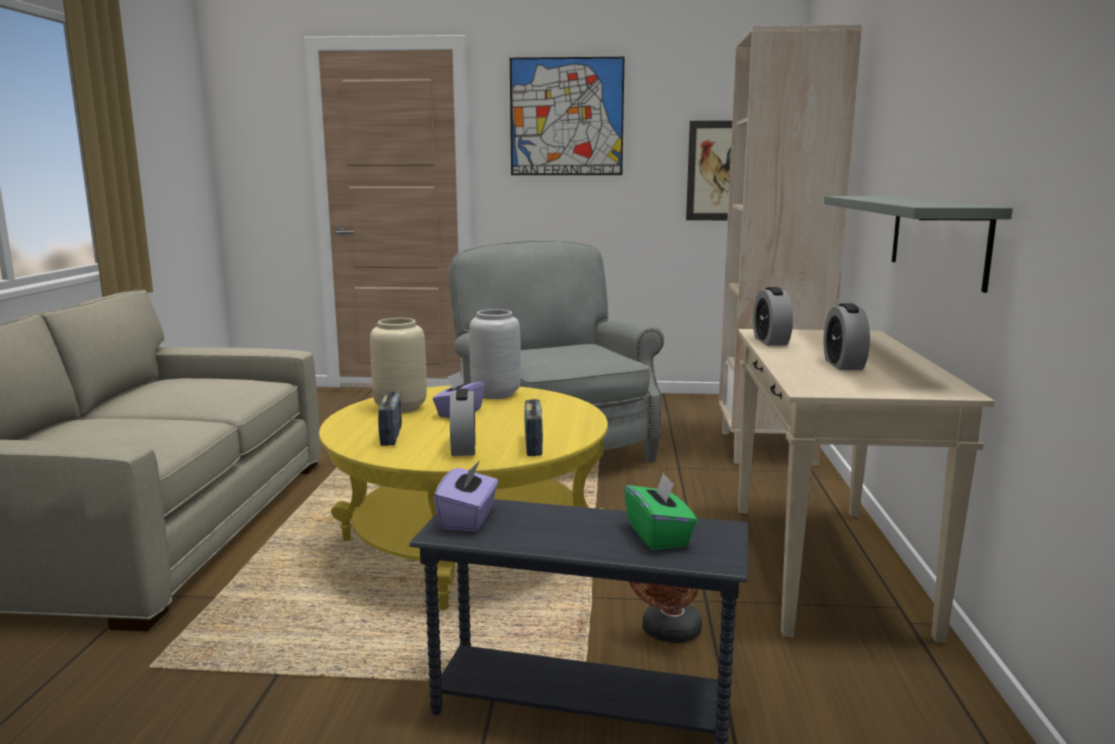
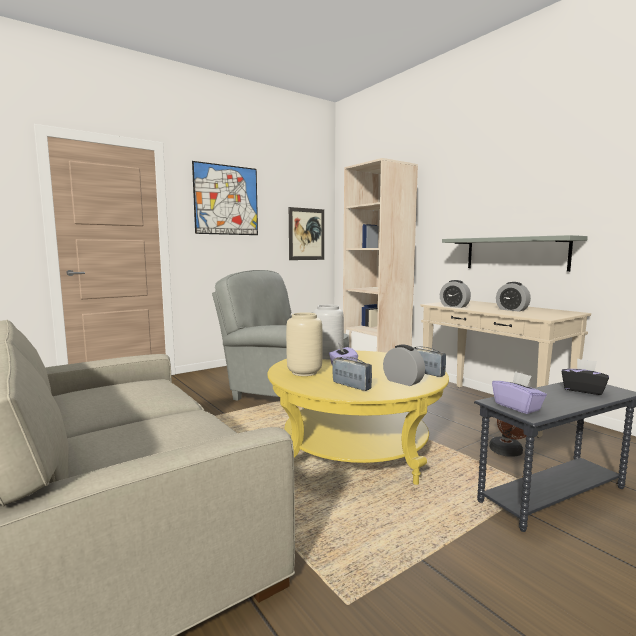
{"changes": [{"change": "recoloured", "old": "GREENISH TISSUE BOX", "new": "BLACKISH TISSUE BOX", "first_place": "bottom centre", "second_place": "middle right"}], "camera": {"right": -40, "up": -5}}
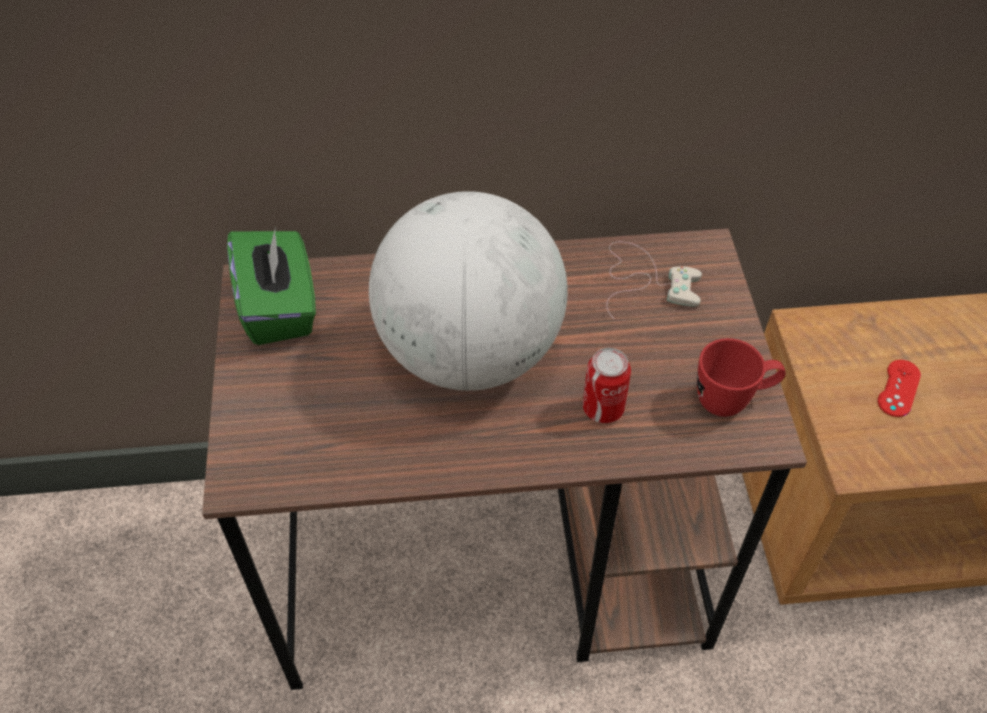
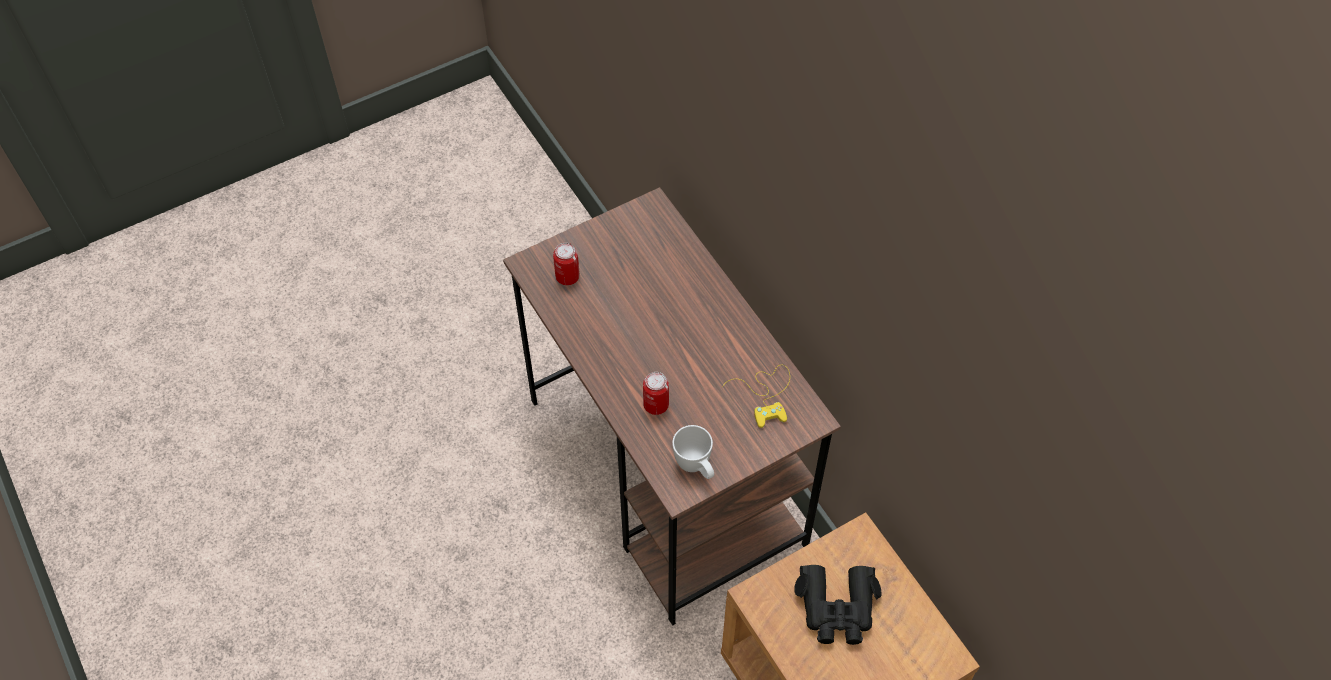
{"changes": [{"change": "removed", "old": "WORLD GLOBE", "first_place": "centre"}, {"change": "removed", "old": "GREENISH TISSUE BOX", "first_place": "middle left"}, {"change": "recoloured", "old": "WHITISH JOYPAD", "new": "YELLOWISH JOYPAD", "first_place": "centre", "second_place": "centre"}, {"change": "recoloured", "old": "RED MUG", "new": "WHITISH MUG", "first_place": "middle right", "second_place": "centre"}, {"change": "replaced", "old": "RED JOYPAD", "new": "BLACKISH FIELD GLASSES", "first_place": "middle right", "second_place": "bottom centre"}, {"change": "added", "new": "SEALED CAN (1st from left)", "second_place": "centre"}], "camera": {"right": 65, "up": 5}}
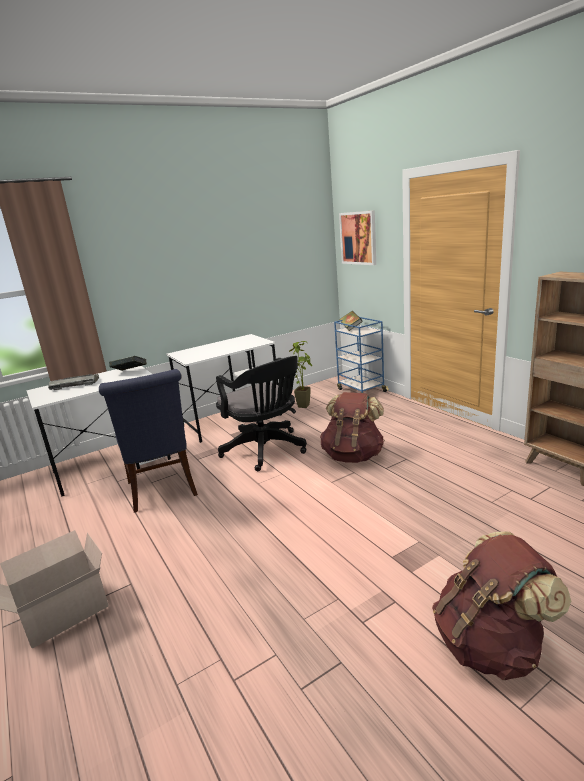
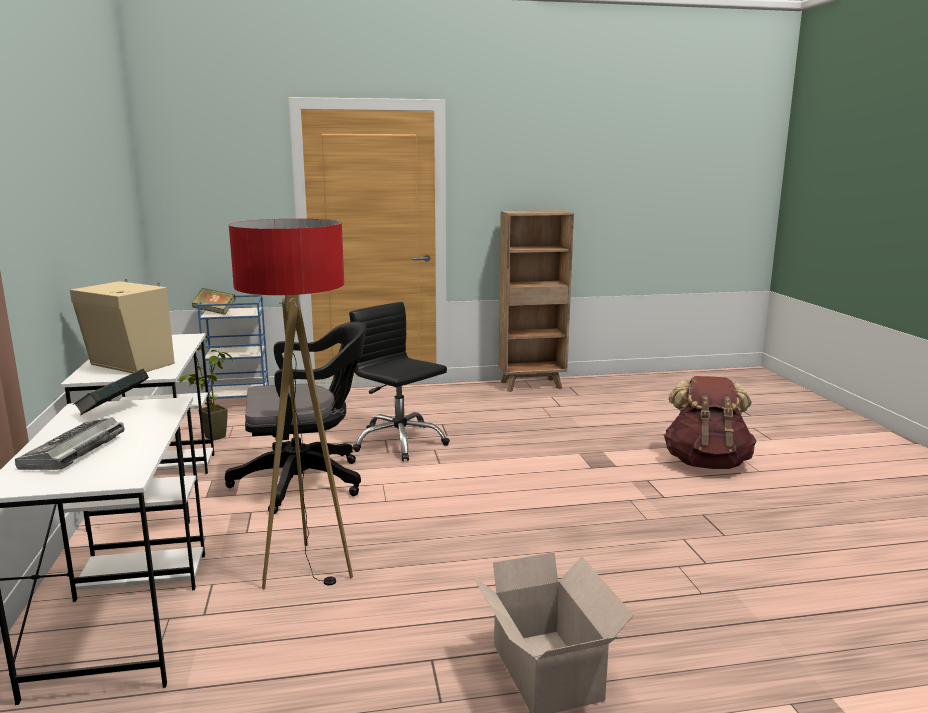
{"changes": [{"change": "removed", "old": "WALL PICTURE", "first_place": "top centre"}, {"change": "replaced", "old": "BLUE-COLOURED PLAIN CHAIR", "new": "STANDING LAMP", "first_place": "middle left", "second_place": "middle left"}, {"change": "replaced", "old": "BROWN BACKPACK (1st from left)", "new": "BLACKISH DESK CHAIR (2nd from left)", "first_place": "centre", "second_place": "centre"}, {"change": "added", "new": "BEIGE-COLOURED LOUDSPEAKER", "second_place": "middle left"}], "camera": {"right": -70, "up": -5}}
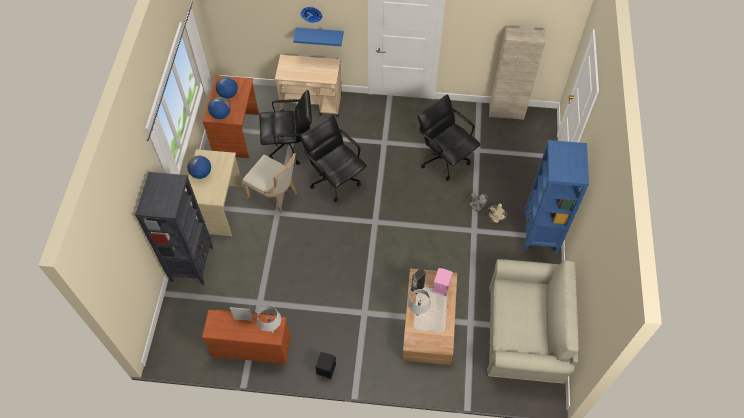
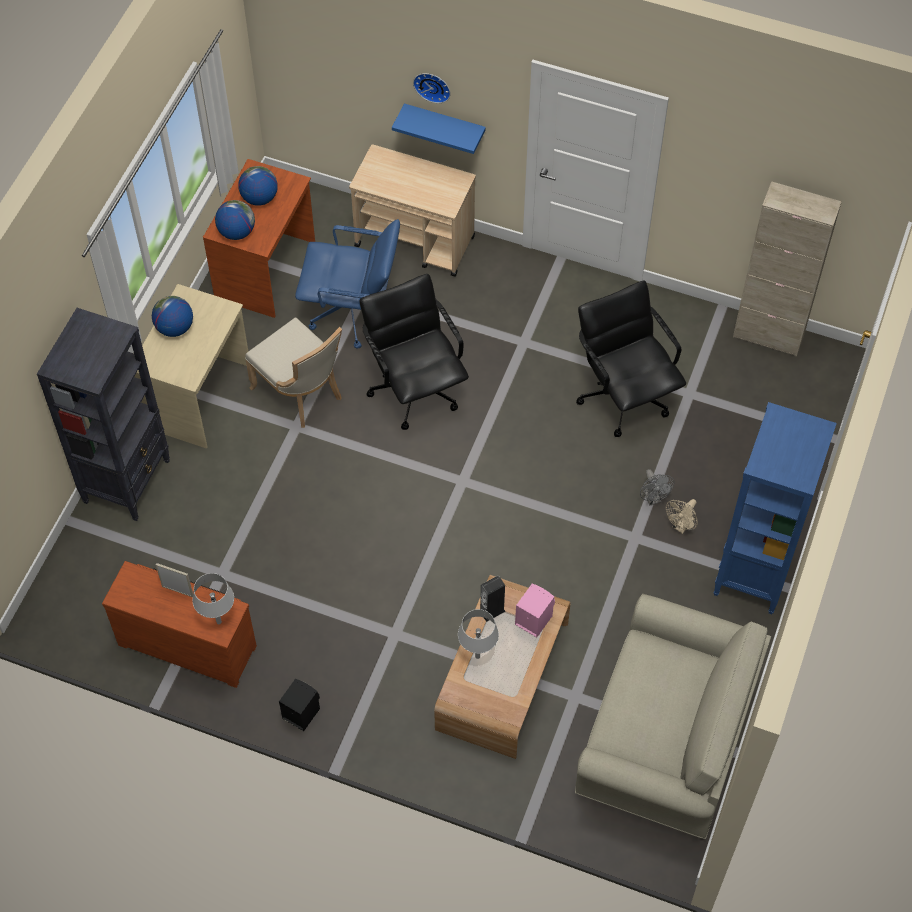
{"changes": [{"change": "recoloured", "old": "BLACKISH DESK CHAIR (1st from left)", "new": "BLUE-COLOURED DESK CHAIR", "first_place": "top centre", "second_place": "top centre"}], "camera": {"right": 15, "up": 0}}
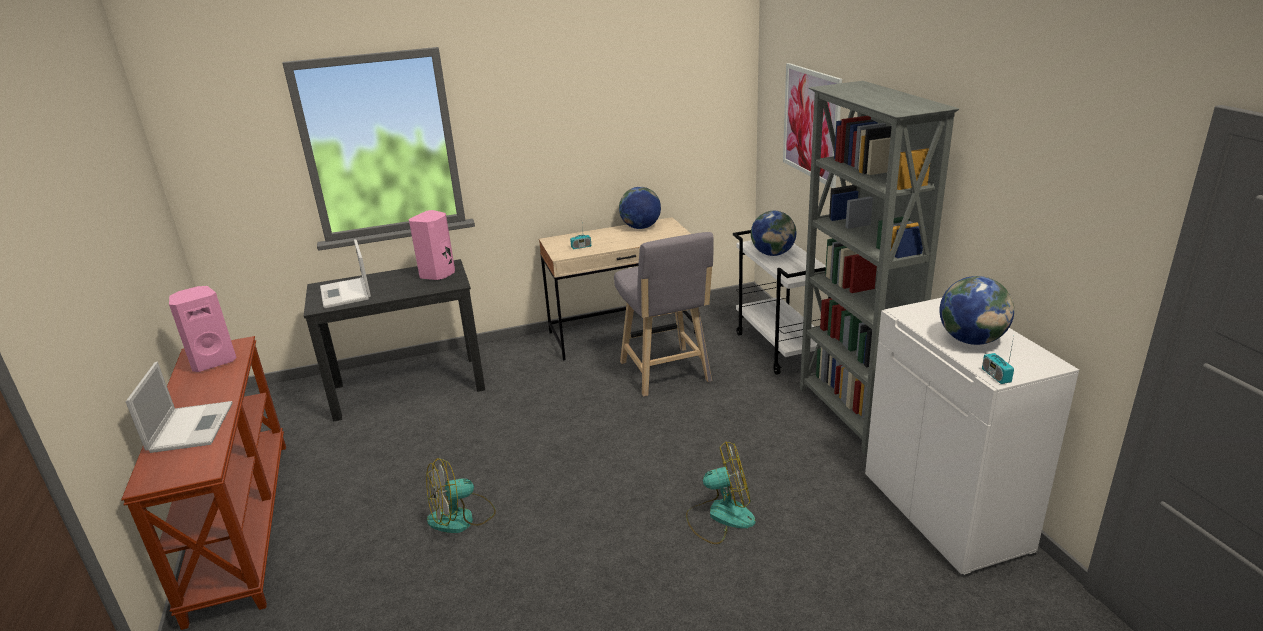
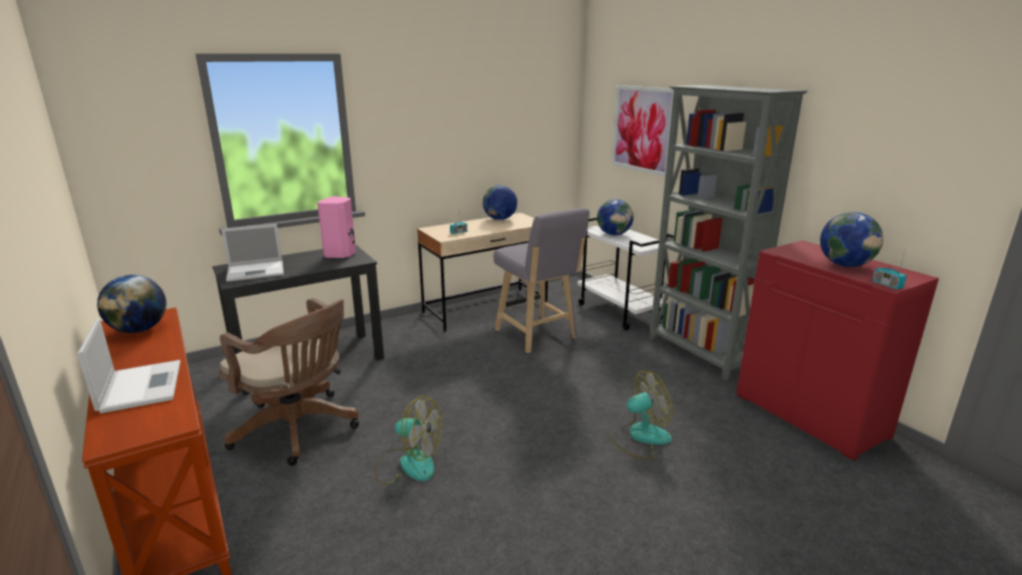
{"changes": [{"change": "turned", "old": "NOTEBOOK COMPUTER (2nd from left)", "first_place": "middle left", "second_place": "middle left", "degrees": -75}, {"change": "replaced", "old": "PINKISH LOUDSPEAKER (1st from left)", "new": "WORLD GLOBE (1st from left)", "first_place": "middle left", "second_place": "middle left"}, {"change": "recoloured", "old": "WHITISH STORAGE CABINET", "new": "RED STORAGE CABINET", "first_place": "bottom right", "second_place": "middle right"}, {"change": "turned", "old": "ELECTRIC FAN (1st from left)", "first_place": "bottom centre", "second_place": "bottom centre", "degrees": -120}, {"change": "added", "new": "BROWN DESK CHAIR", "second_place": "middle left"}], "camera": {"right": -15, "up": -5}}
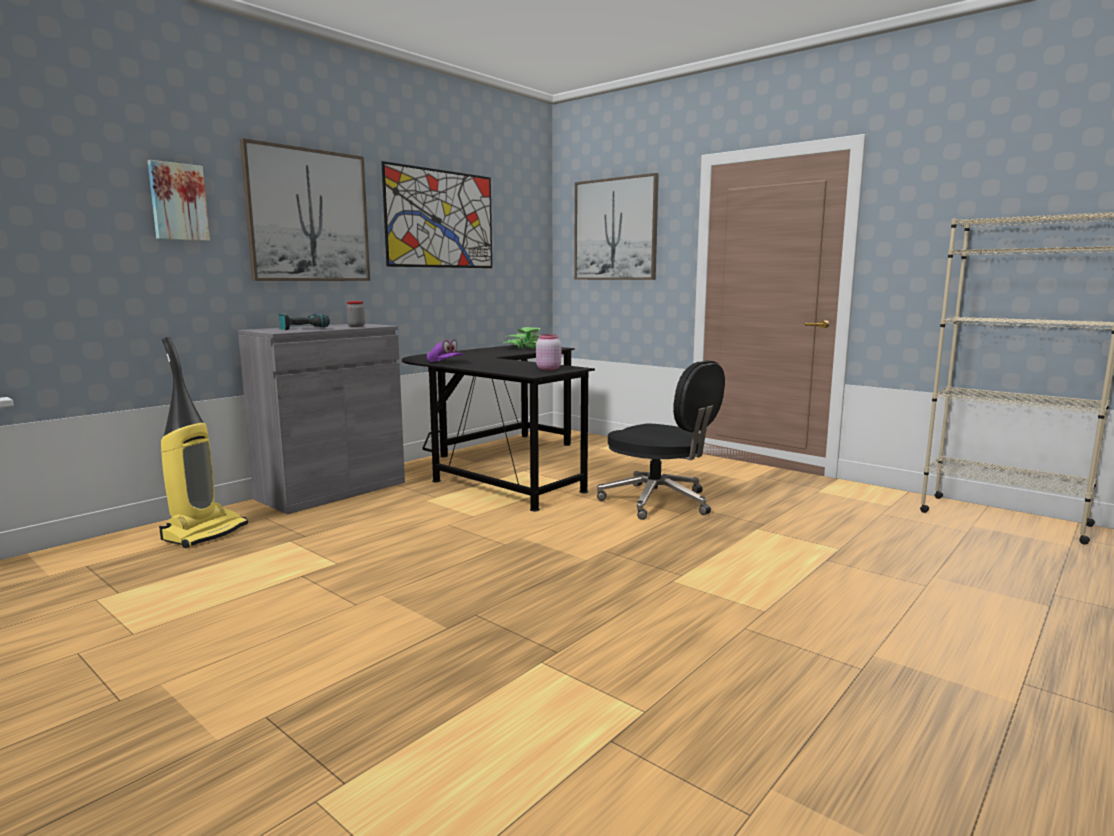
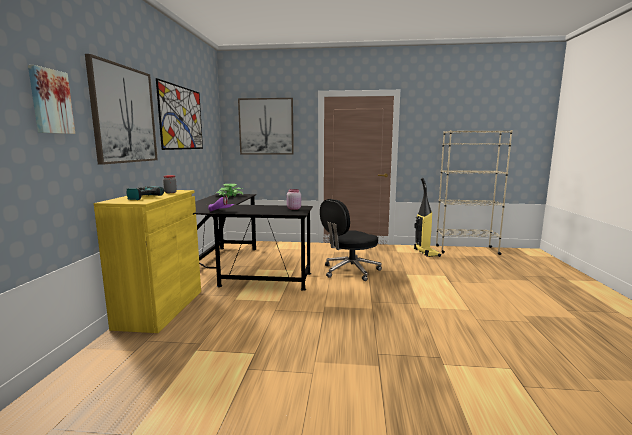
{"changes": [{"change": "recoloured", "old": "GREY STORAGE CABINET", "new": "YELLOWISH STORAGE CABINET", "first_place": "middle left", "second_place": "middle left"}, {"change": "moved", "old": "VACUUM CLEANER", "first_place": "middle left", "second_place": "middle right"}, {"change": "turned", "old": "BLACKISH DESK CHAIR", "first_place": "centre", "second_place": "centre", "degrees": 135}], "camera": {"right": -35, "up": 0}}
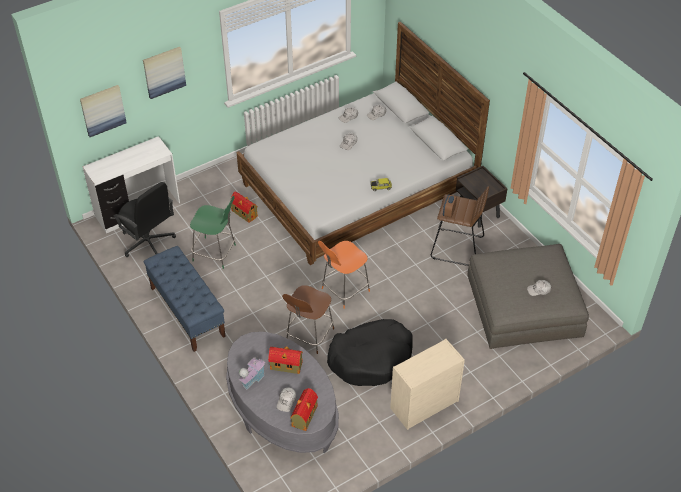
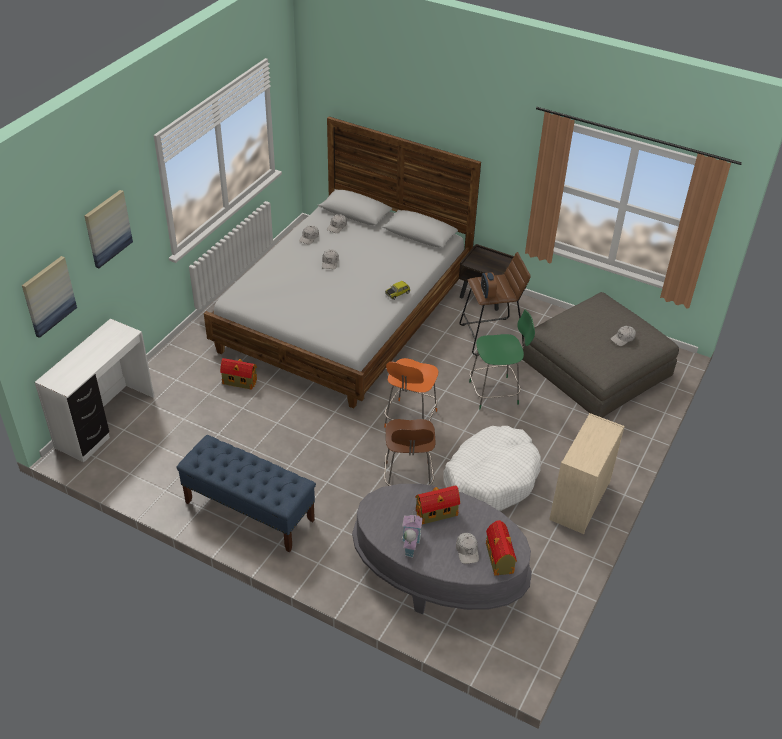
{"changes": [{"change": "removed", "old": "BLACKISH DESK CHAIR", "first_place": "middle left"}, {"change": "moved", "old": "GREENISH PLAIN CHAIR", "first_place": "middle left", "second_place": "centre"}, {"change": "recoloured", "old": "BLACKISH PET BED", "new": "WHITISH PET BED", "first_place": "bottom centre", "second_place": "centre"}], "camera": {"right": -30, "up": -5}}
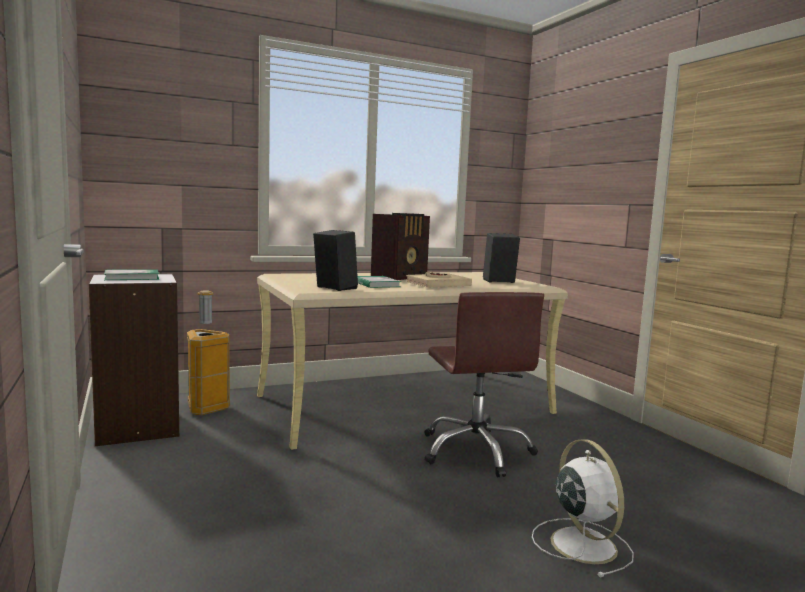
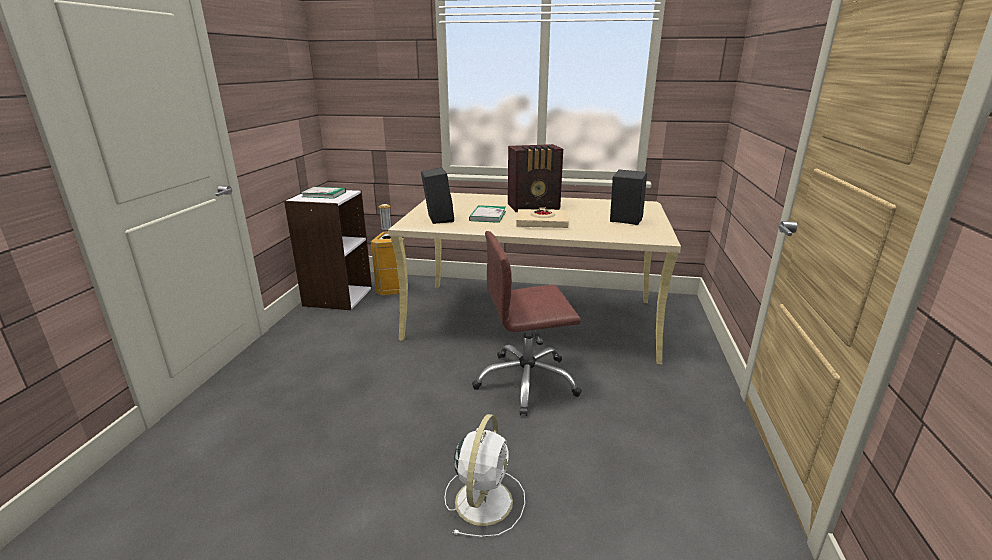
{"changes": [{"change": "turned", "old": "BROWN DESK CHAIR", "first_place": "centre", "second_place": "centre", "degrees": 60}], "camera": {"right": 35, "up": 15}}
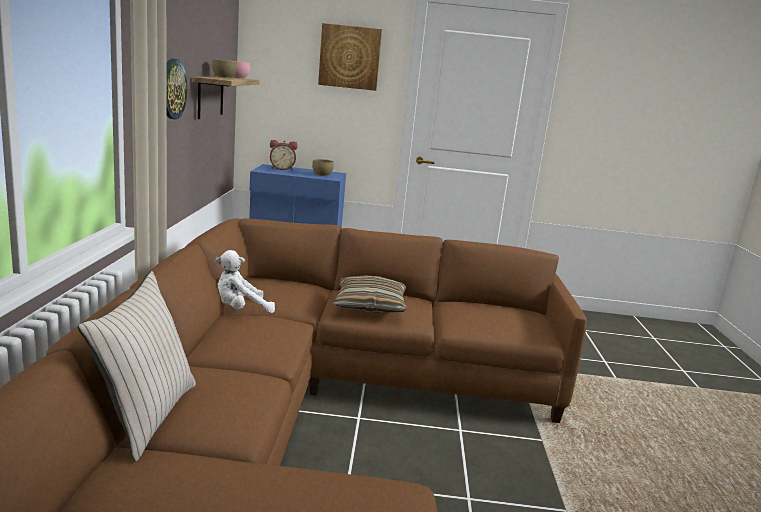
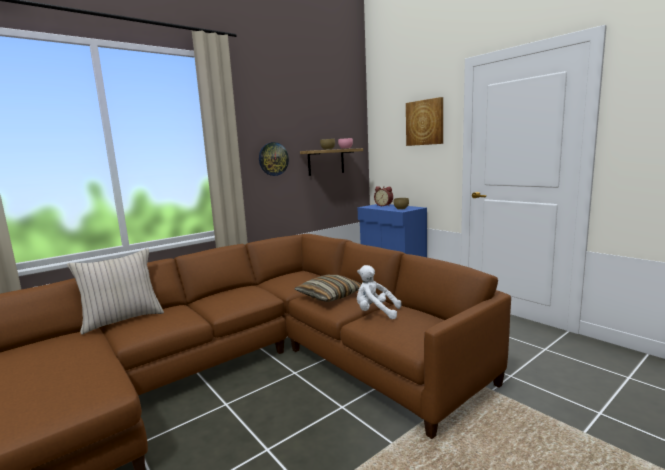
{"changes": [{"change": "moved", "old": "WHITISH CUDDLY TOY", "first_place": "middle left", "second_place": "centre"}], "camera": {"right": 50, "up": -5}}
